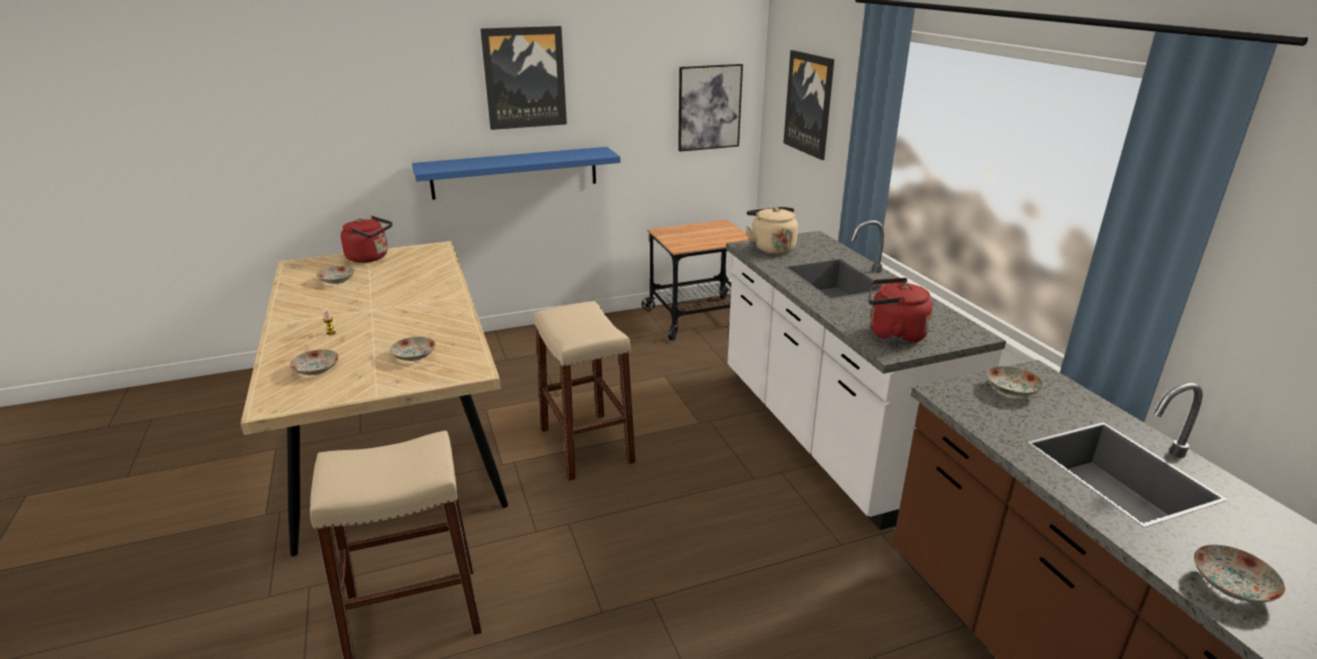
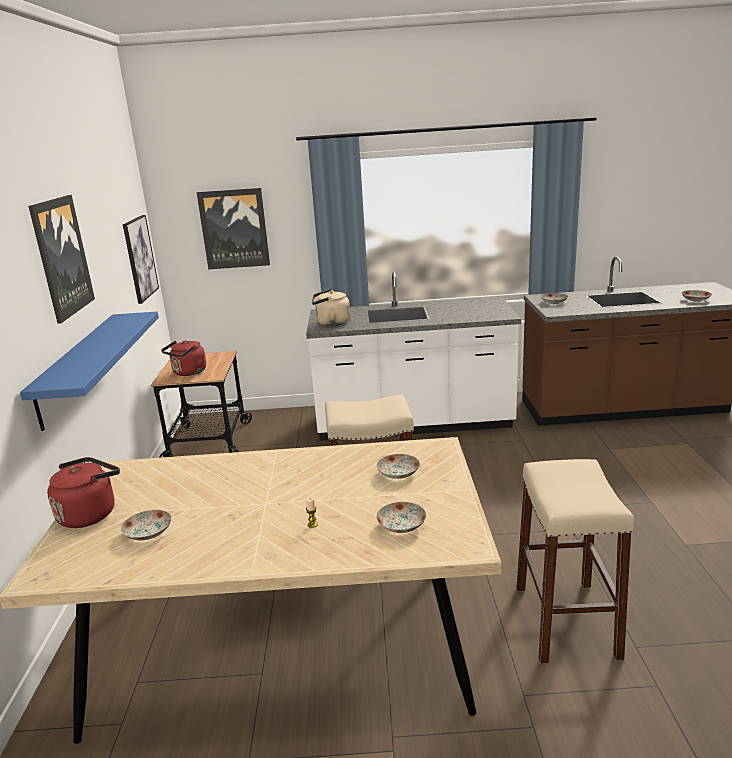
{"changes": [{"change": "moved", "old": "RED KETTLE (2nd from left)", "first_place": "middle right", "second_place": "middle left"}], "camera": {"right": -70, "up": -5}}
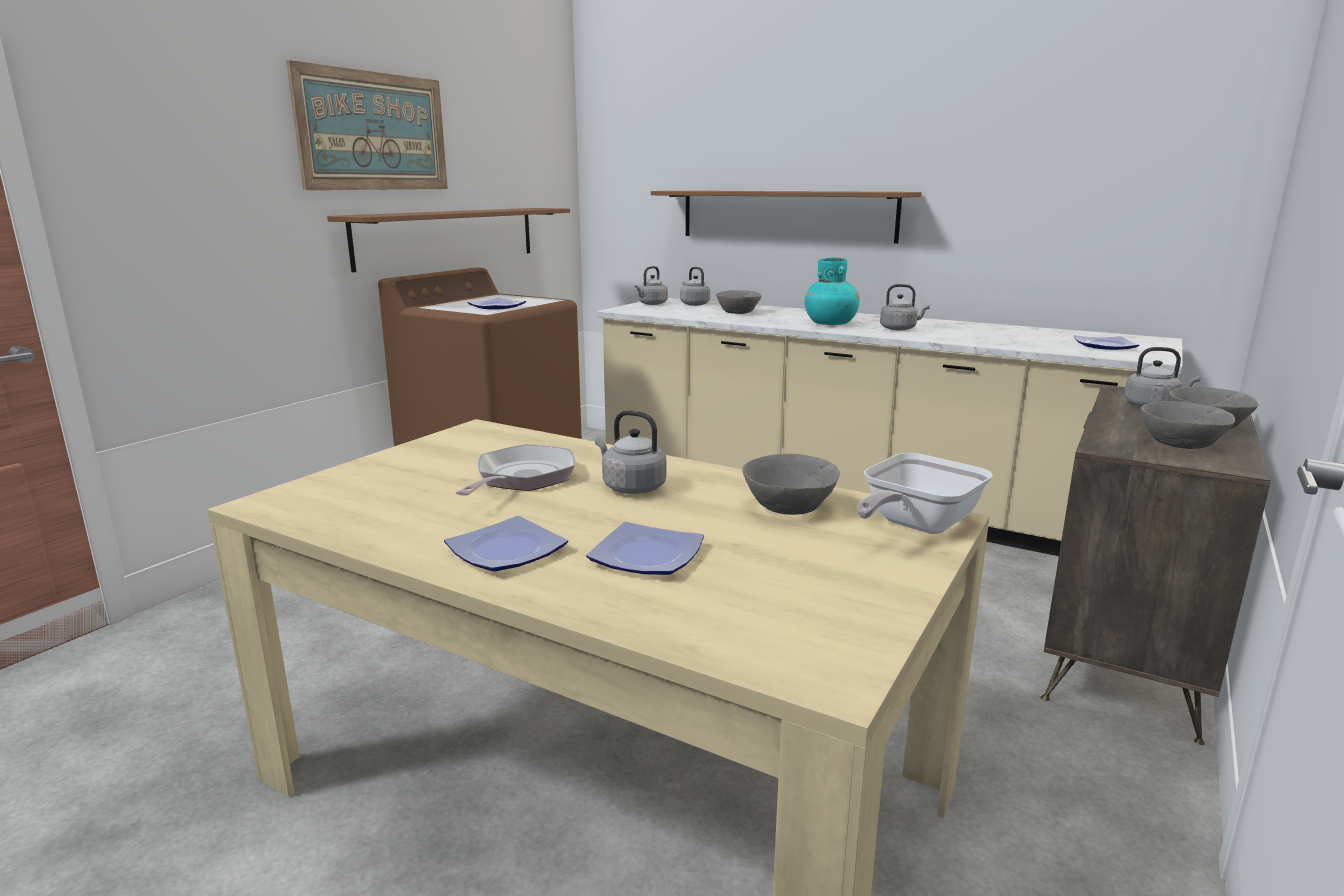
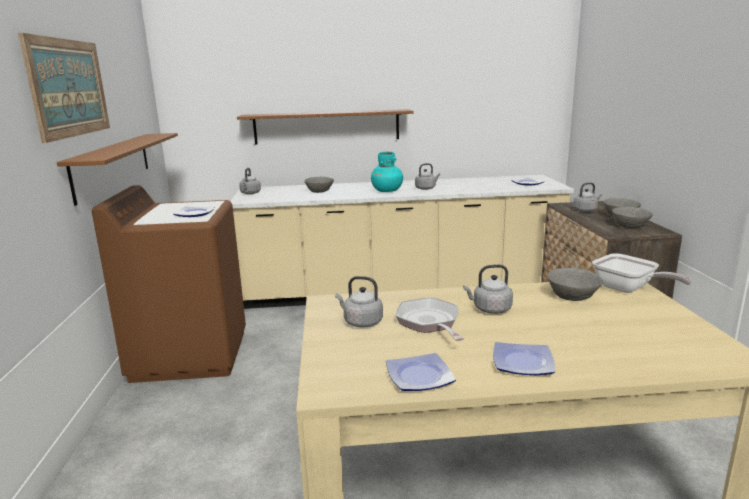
{"changes": [{"change": "moved", "old": "GREY KETTLE (3rd from left in the first image)", "new": "GREY KETTLE (2nd from left)", "first_place": "top centre", "second_place": "centre"}, {"change": "turned", "old": "SKILLET (2nd from left)", "first_place": "middle right", "second_place": "middle right", "degrees": -45}, {"change": "moved", "old": "PLATE (3rd from left in the first image)", "new": "PLATE (2nd from left)", "first_place": "centre", "second_place": "bottom centre"}], "camera": {"right": -35, "up": 0}}
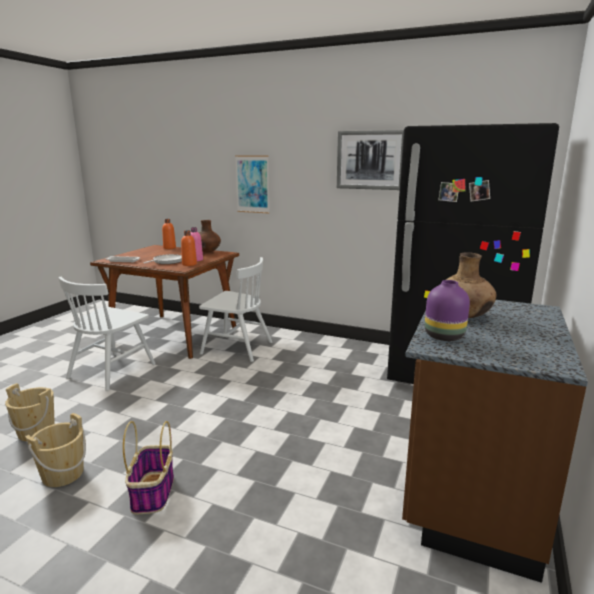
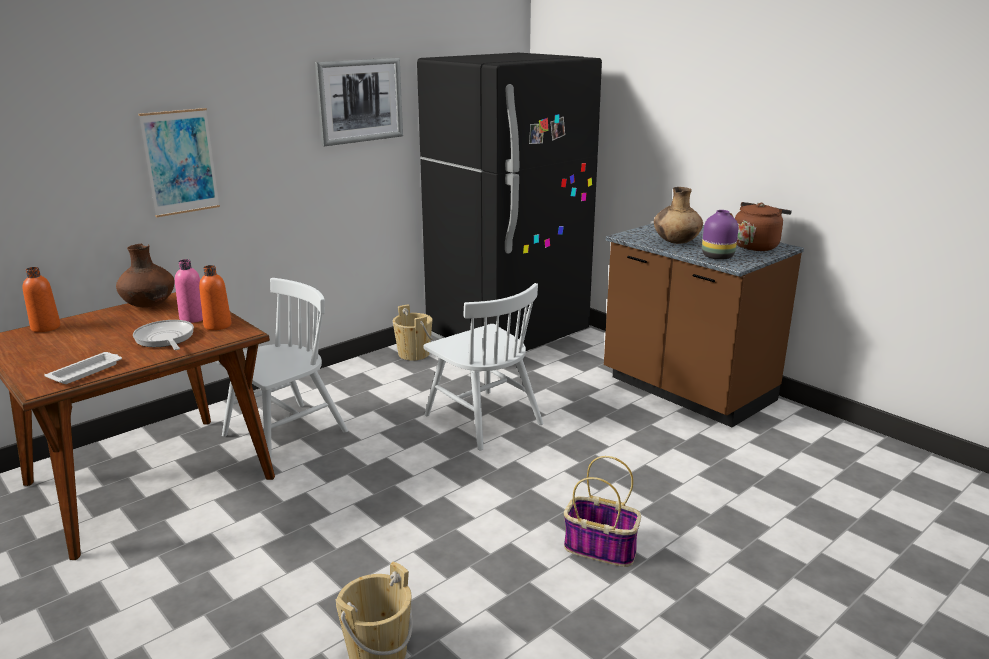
{"changes": [{"change": "moved", "old": "WHITISH PLAIN CHAIR (1st from left in the first image)", "new": "WHITISH PLAIN CHAIR (2nd from left)", "first_place": "middle left", "second_place": "centre"}, {"change": "moved", "old": "BEIGE-COLOURED WATER BUCKET (2nd from left)", "first_place": "bottom left", "second_place": "centre"}, {"change": "added", "new": "BROWN KETTLE", "second_place": "middle right"}], "camera": {"right": -65, "up": 5}}
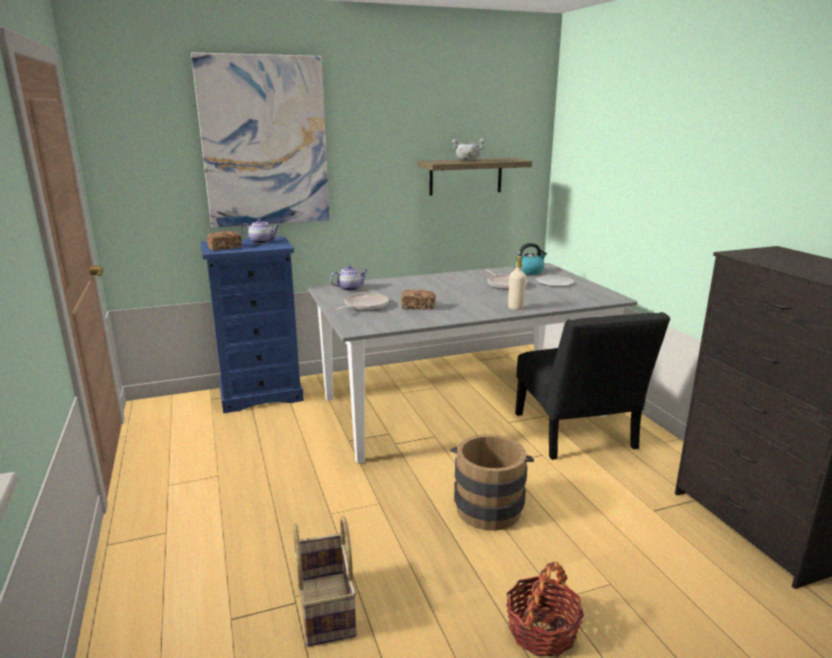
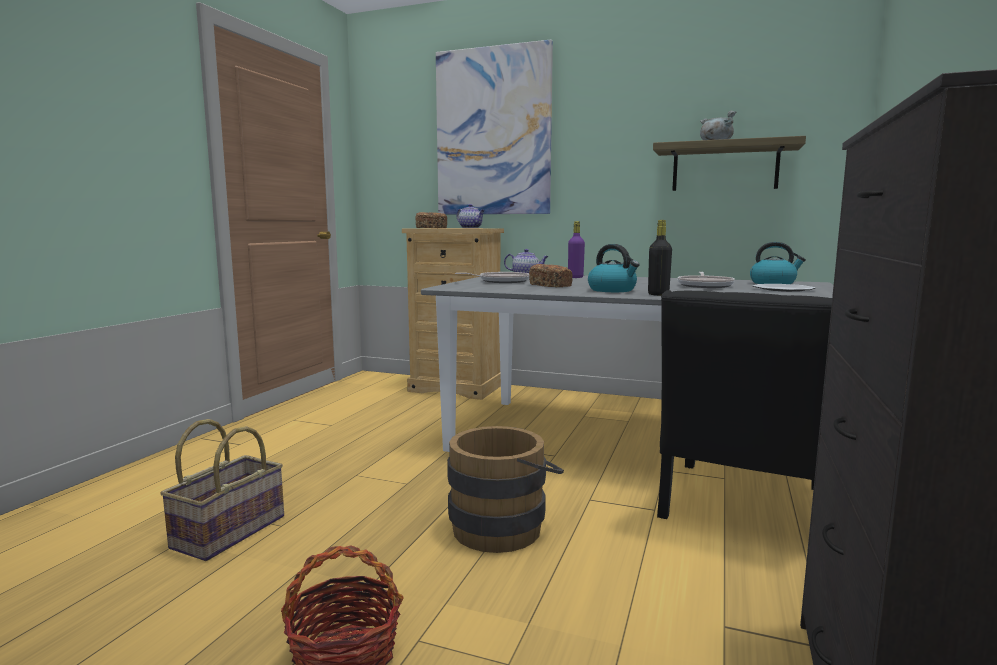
{"changes": [{"change": "recoloured", "old": "BLUE-COLOURED DRESSER", "new": "BEIGE-COLOURED DRESSER", "first_place": "middle left", "second_place": "centre"}, {"change": "recoloured", "old": "BEIGE-COLOURED BEVERAGE BOTTLE", "new": "BLACKISH BEVERAGE BOTTLE", "first_place": "centre", "second_place": "centre"}, {"change": "added", "new": "PURPLE BEVERAGE BOTTLE", "second_place": "centre"}, {"change": "added", "new": "KETTLE (1st from left)", "second_place": "centre"}], "camera": {"right": 40, "up": -10}}
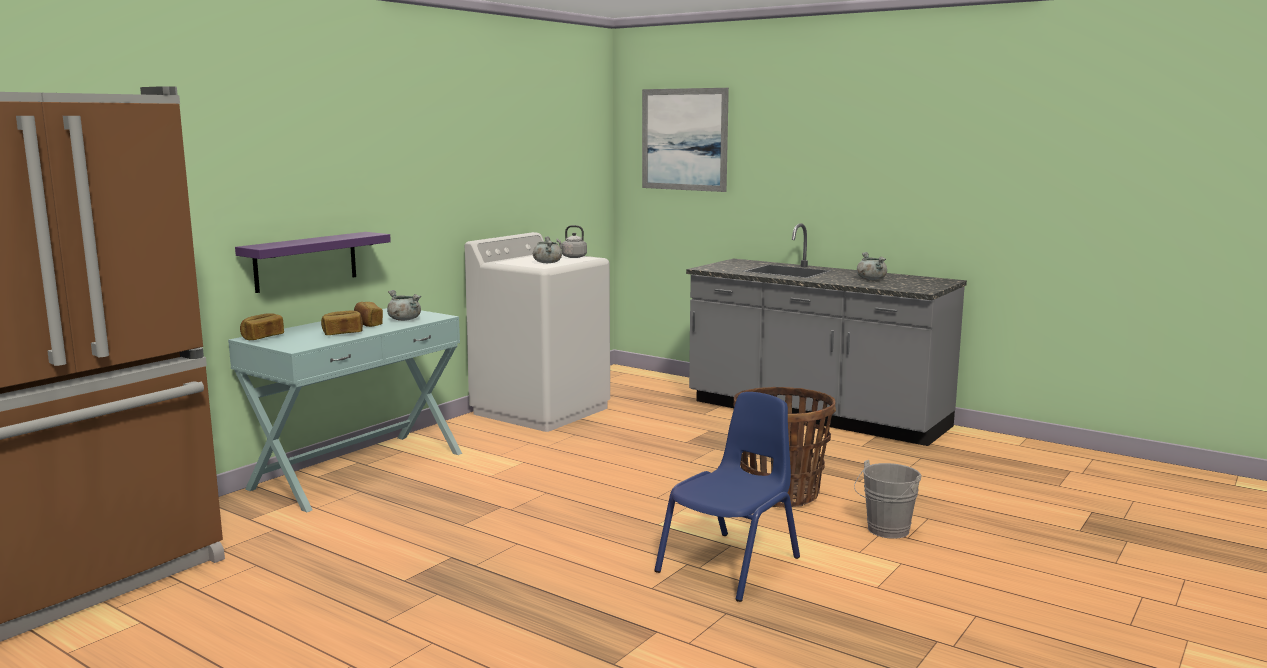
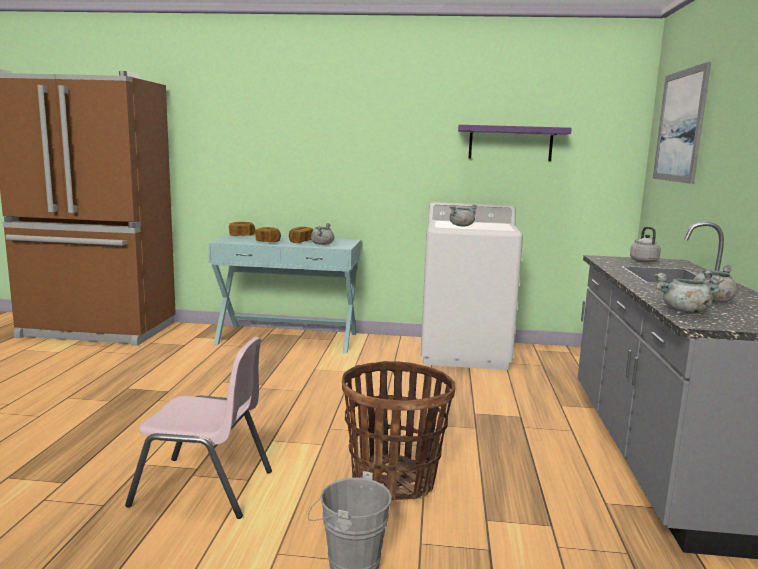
{"changes": [{"change": "moved", "old": "GREY KETTLE", "first_place": "centre", "second_place": "middle right"}, {"change": "moved", "old": "PURPLE WALL SHELF", "first_place": "middle left", "second_place": "top right"}, {"change": "recoloured", "old": "BLUE-COLOURED PLAIN CHAIR", "new": "PINKISH PLAIN CHAIR", "first_place": "bottom centre", "second_place": "bottom left"}, {"change": "added", "new": "GREY SAUCEPOT (3rd from left)", "second_place": "middle right"}], "camera": {"right": 60, "up": 0}}
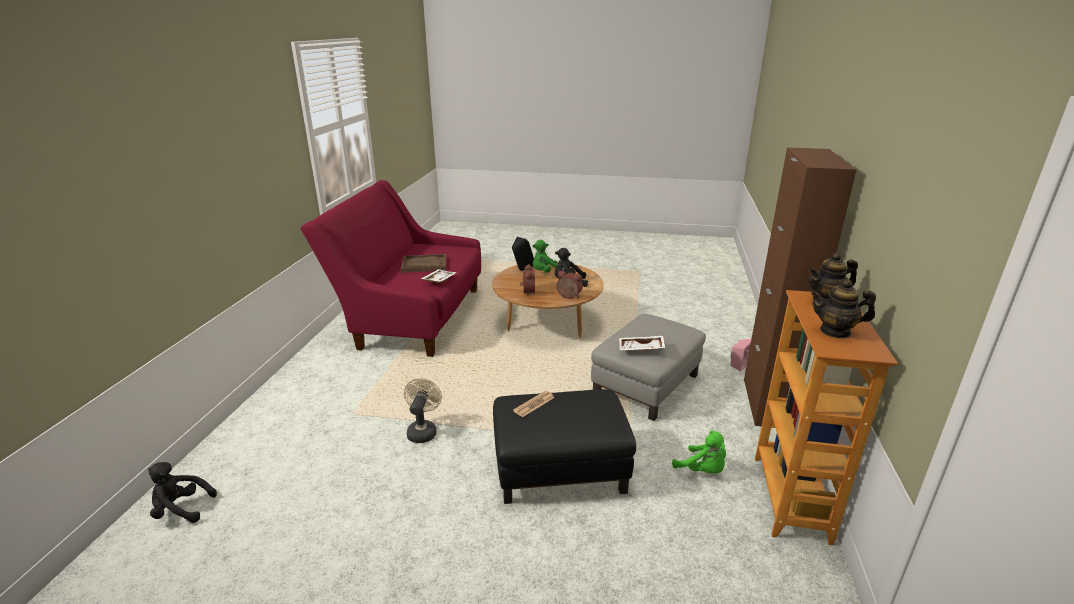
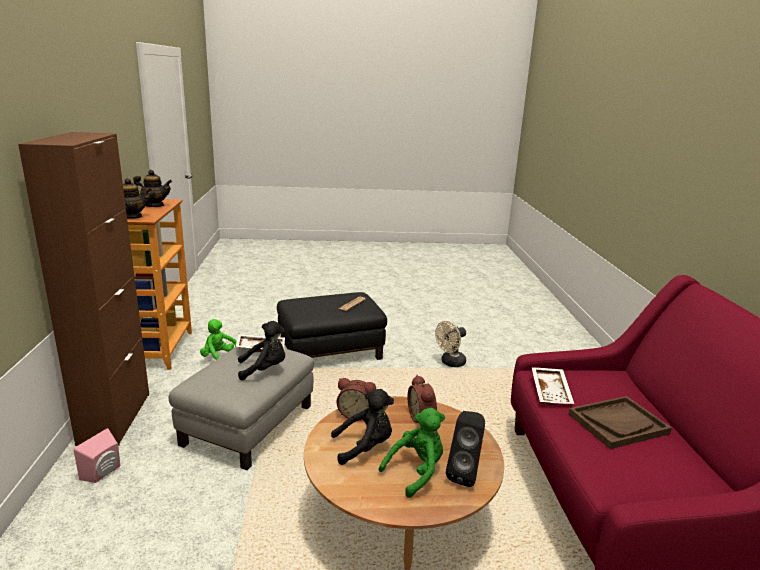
{"changes": [{"change": "turned", "old": "BEIGE-COLOURED ELECTRIC FAN", "first_place": "bottom centre", "second_place": "centre", "degrees": 60}, {"change": "moved", "old": "BLACKISH CUDDLY TOY (1st from left)", "first_place": "bottom left", "second_place": "centre"}], "camera": {"right": 165, "up": -5}}
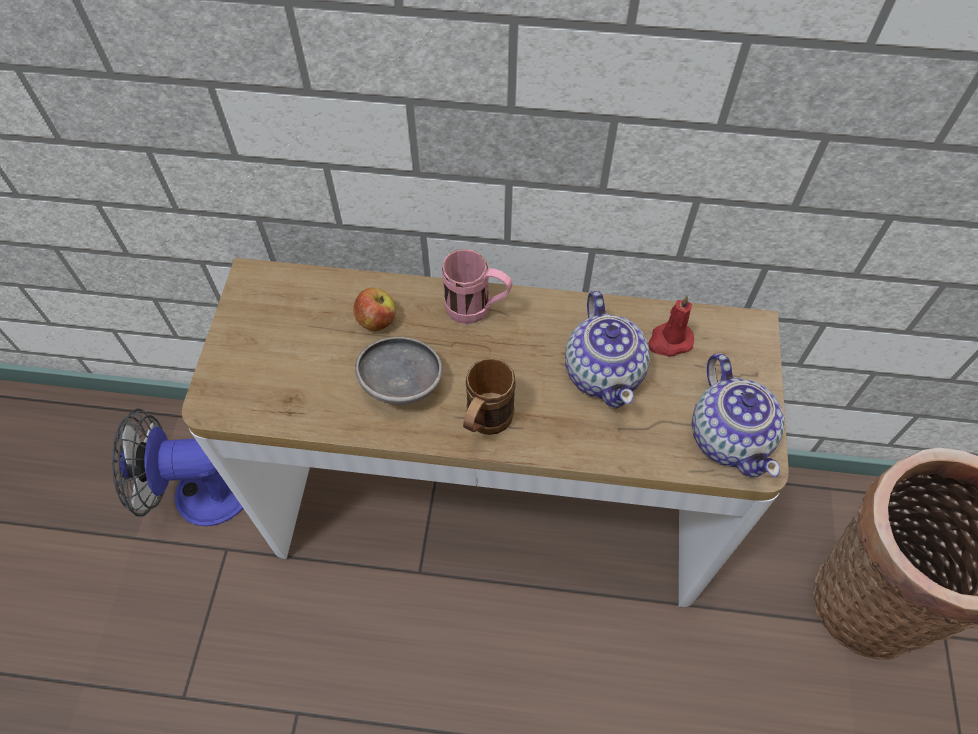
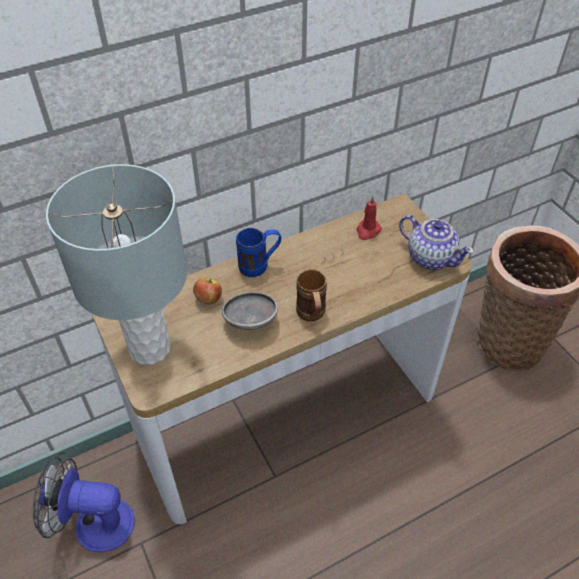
{"changes": [{"change": "recoloured", "old": "PINKISH MUG", "new": "BLUE-COLOURED MUG", "first_place": "centre", "second_place": "centre"}, {"change": "removed", "old": "POT FOR TEA (1st from left)", "first_place": "centre"}, {"change": "turned", "old": "ELECTRIC FAN", "first_place": "middle left", "second_place": "bottom left", "degrees": 45}, {"change": "added", "new": "GREY TABLETOP LAMP", "second_place": "middle left"}], "camera": {"right": -35, "up": -10}}
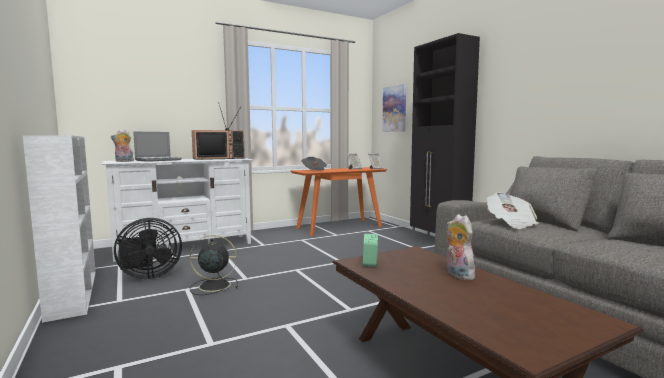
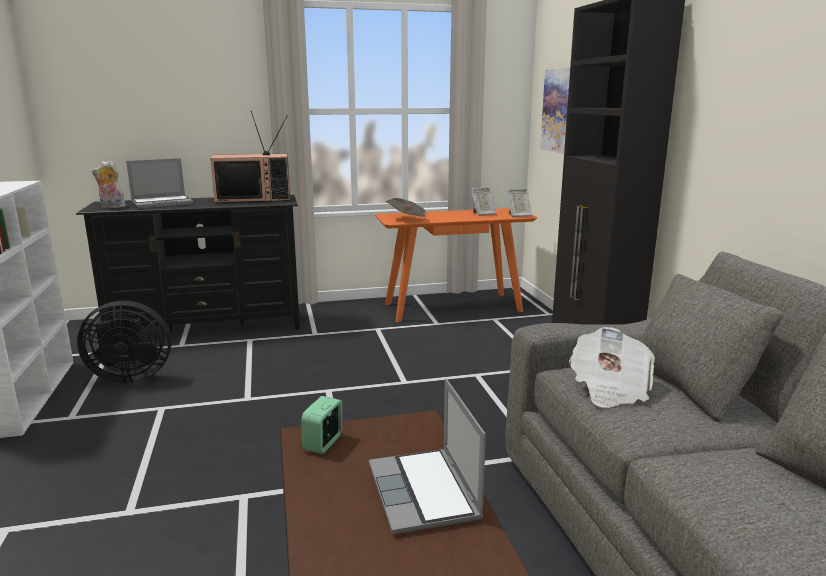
{"changes": [{"change": "recoloured", "old": "WHITISH TV UNIT", "new": "BLACKISH TV UNIT", "first_place": "middle left", "second_place": "middle left"}, {"change": "replaced", "old": "CUDDLY TOY (2nd from left)", "new": "NOTEBOOK COMPUTER (2nd from left)", "first_place": "middle right", "second_place": "bottom centre"}, {"change": "removed", "old": "BLACKISH ELECTRIC FAN (2nd from left)", "first_place": "bottom left"}], "camera": {"right": 15, "up": 10}}
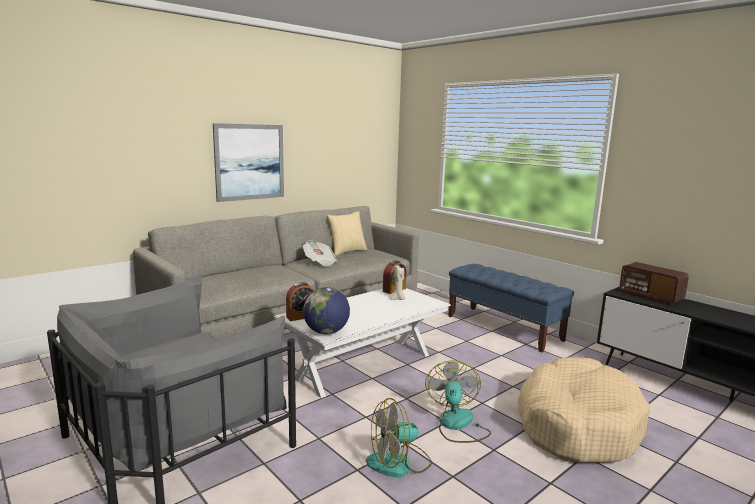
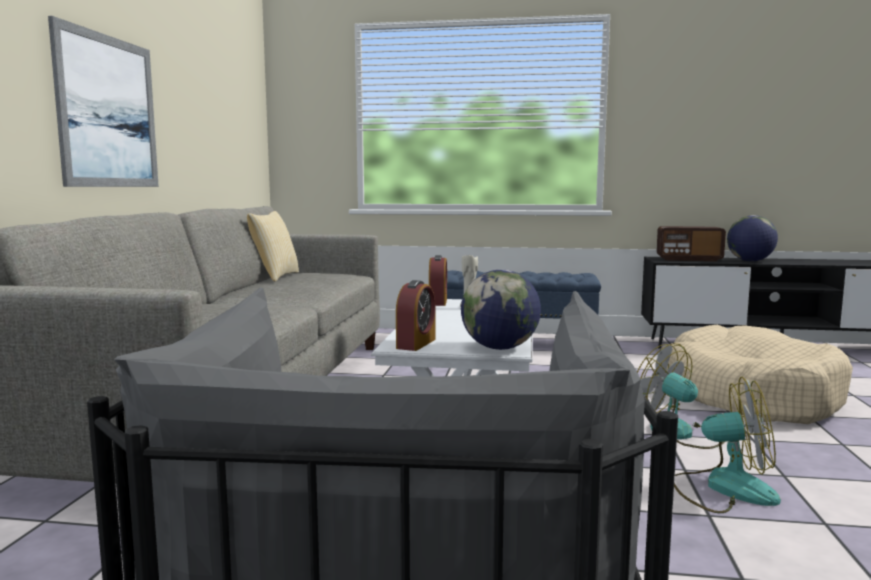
{"changes": [{"change": "removed", "old": "PRINTED PAPER", "first_place": "centre"}, {"change": "turned", "old": "ELECTRIC FAN (1st from left in the first image)", "first_place": "bottom centre", "second_place": "bottom right", "degrees": -105}, {"change": "added", "new": "WORLD GLOBE (2nd from left)", "second_place": "middle right"}], "camera": {"right": -40, "up": -5}}
